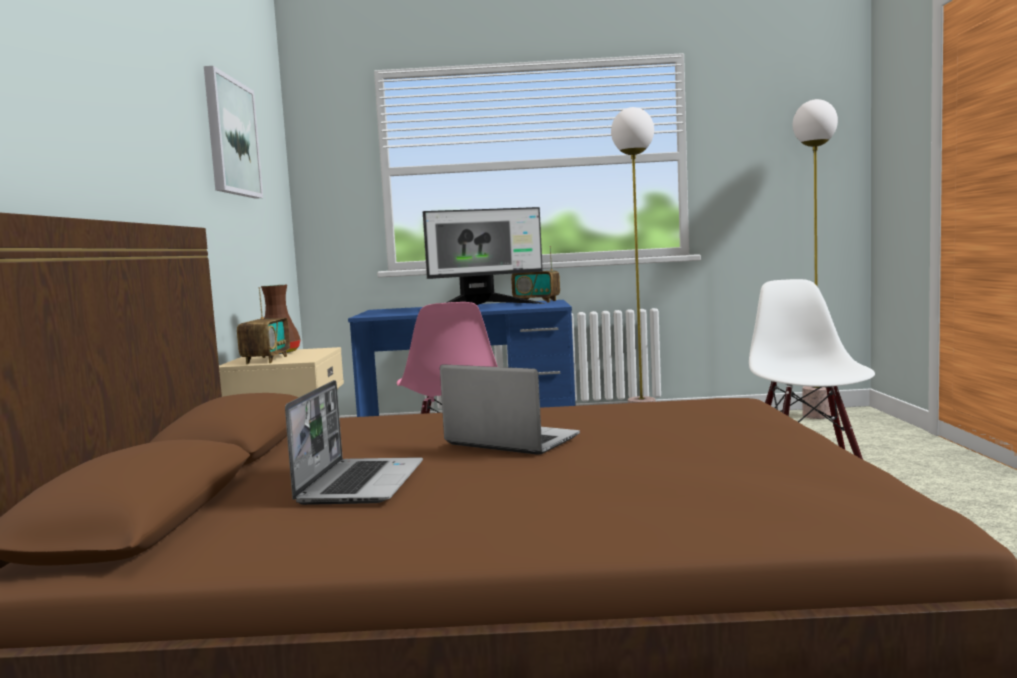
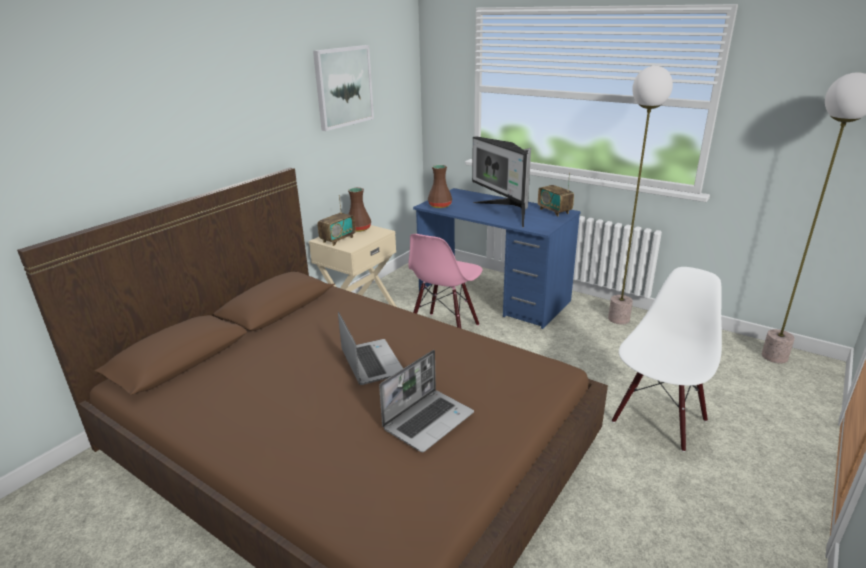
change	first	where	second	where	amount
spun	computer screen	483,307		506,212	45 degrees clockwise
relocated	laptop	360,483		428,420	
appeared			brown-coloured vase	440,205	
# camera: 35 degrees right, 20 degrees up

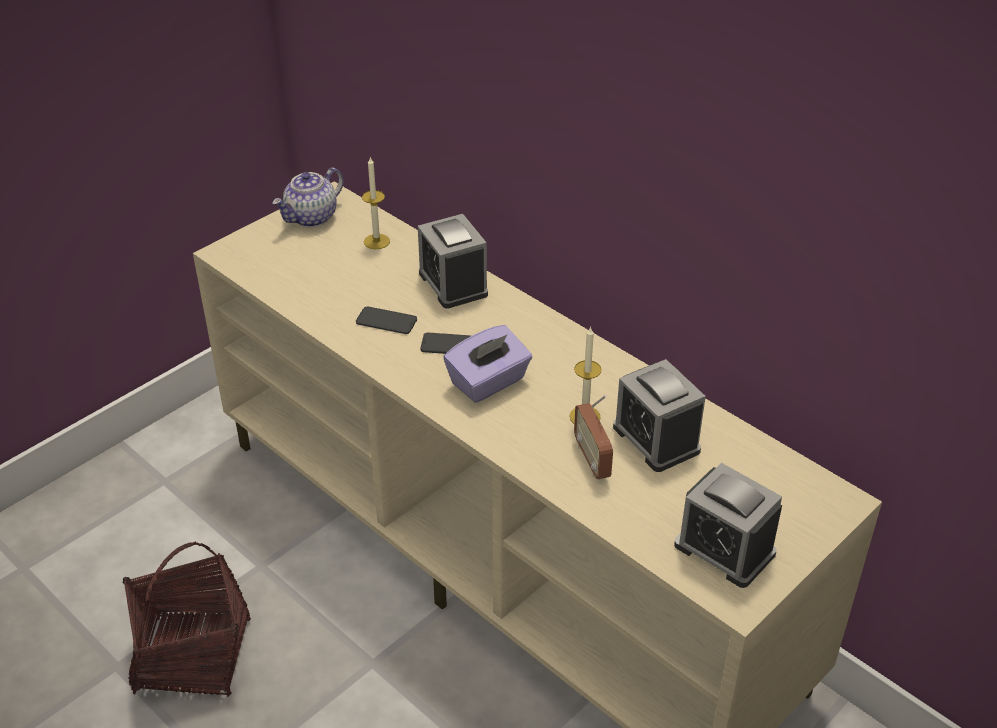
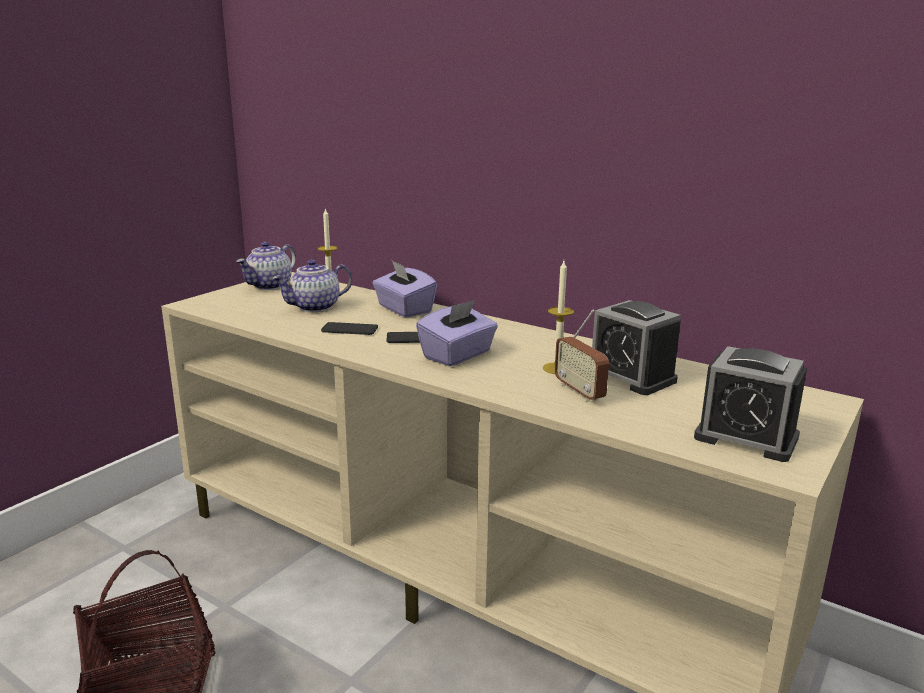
change	first	where	second	where	amount
exchanged	bedside clock	453,284	purple box of tissues	404,309	
appeared			pot for tea	315,307	
# camera: 10 degrees left, 20 degrees down

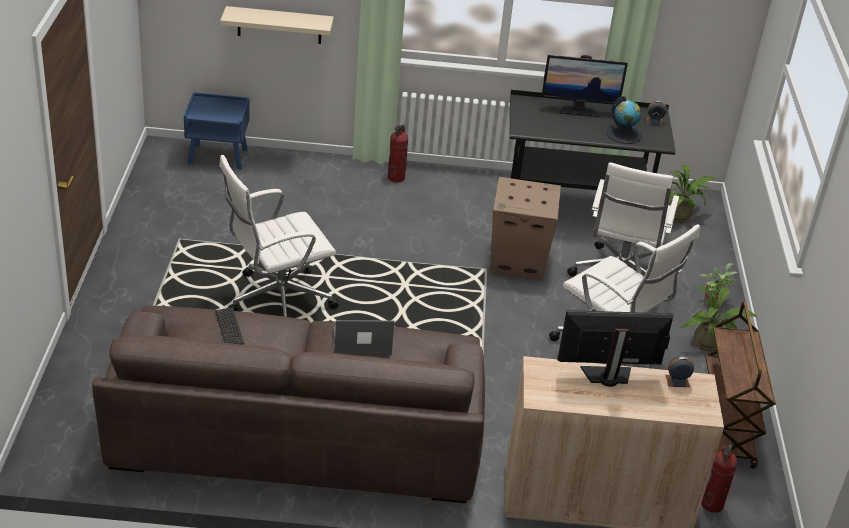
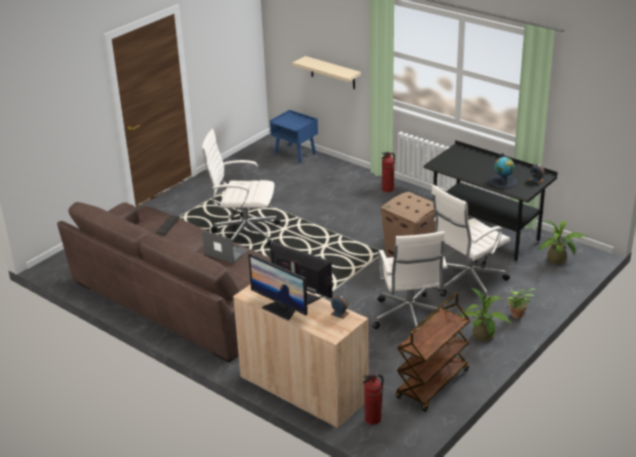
change	first	where	second	where	amount
relocated	computer screen	578,110		281,309	
# camera: 40 degrees right, 5 degrees down

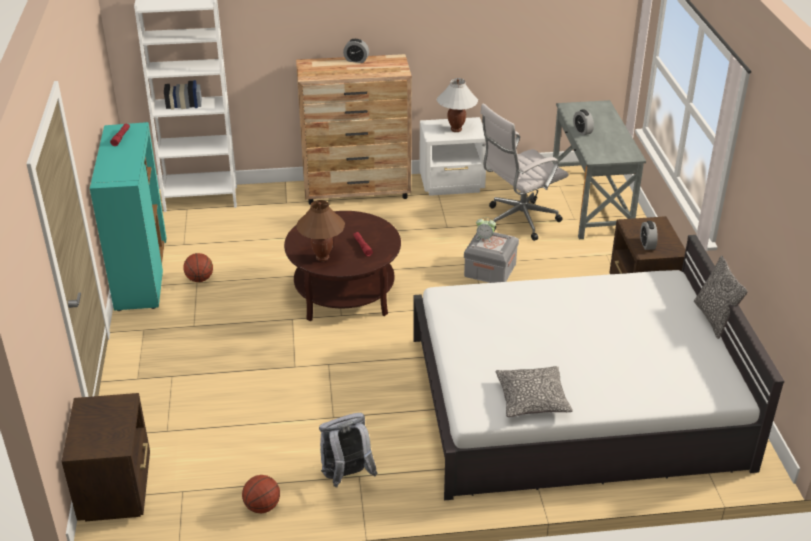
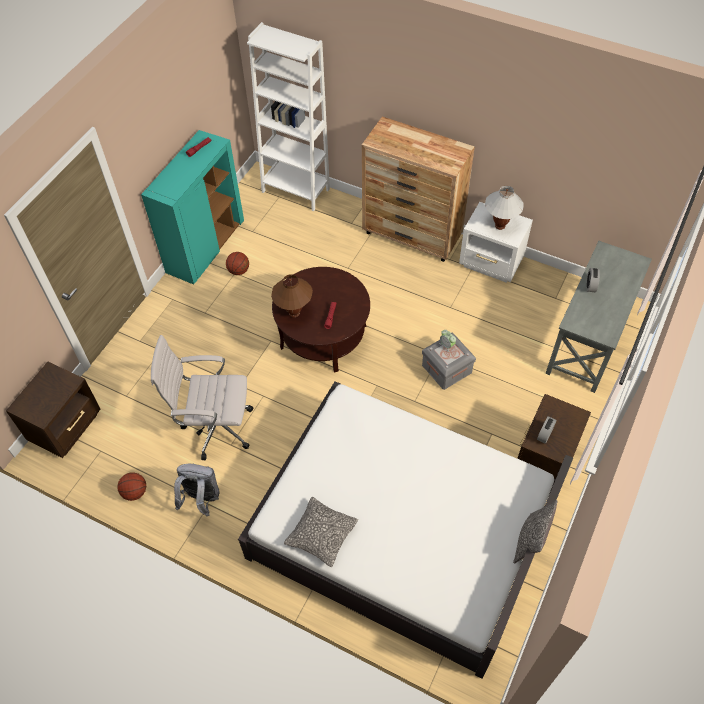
change	first	where	second	where	amount
missing	bedside clock	356,60			
relocated	white-coloured desk chair	518,221		215,427	
# camera: 35 degrees right, 20 degrees up

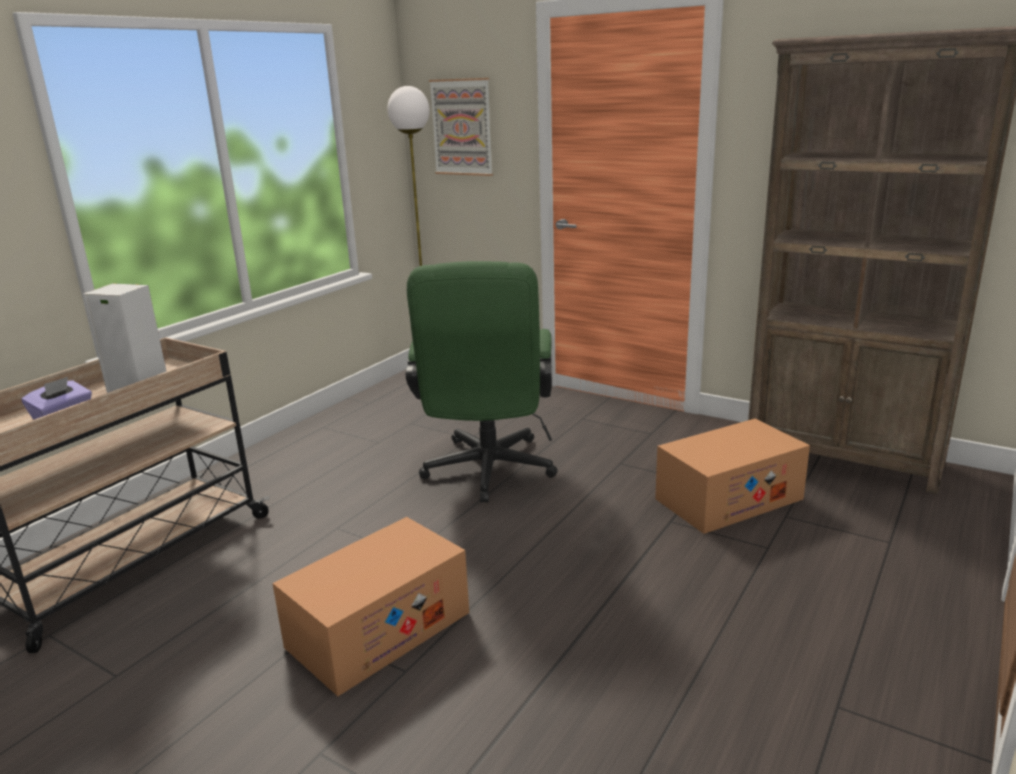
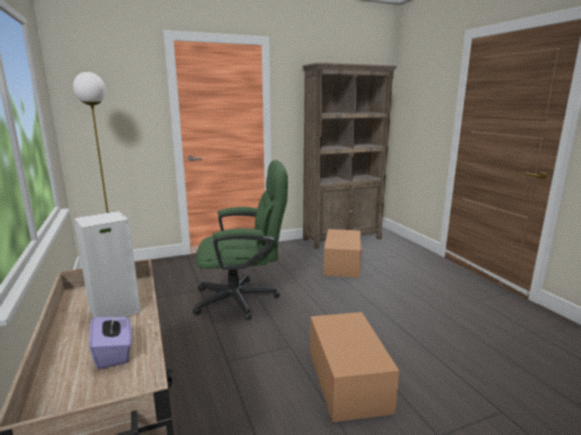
change	first	where	second	where	amount
missing	wall art	462,127			
spun	green-coloured desk chair	487,474		244,299	45 degrees counterclockwise
# camera: 55 degrees left, 5 degrees down

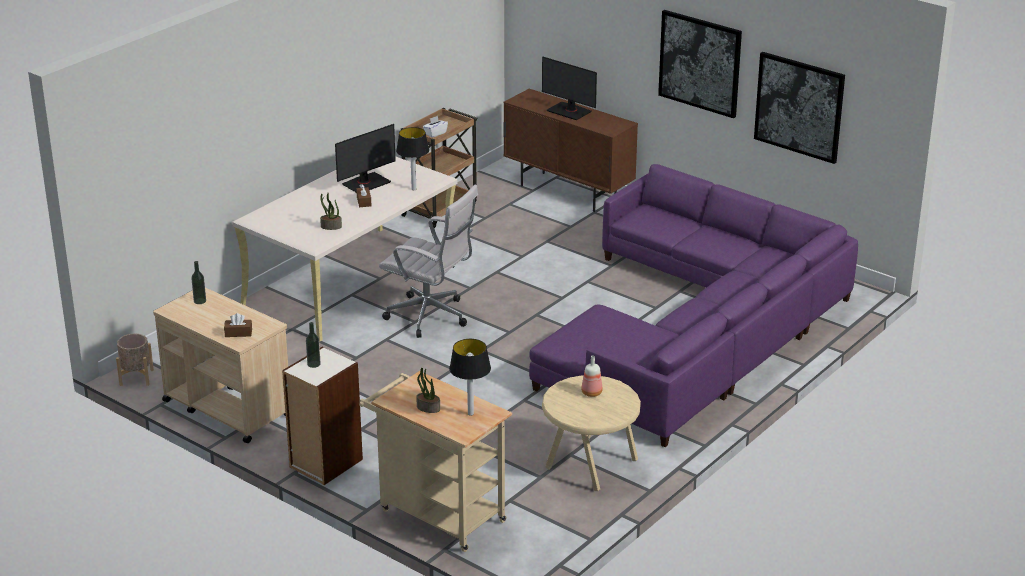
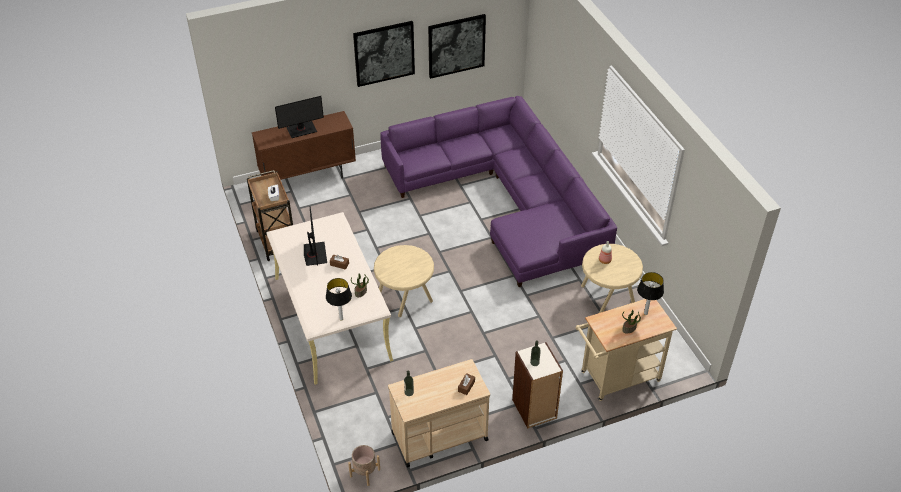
change	first	where	second	where	amount
relocated	table lamp	414,189		341,318	
exchanged	white-coloured desk chair	431,317	sand-coloured end table	405,297	
# camera: 60 degrees left, 15 degrees up

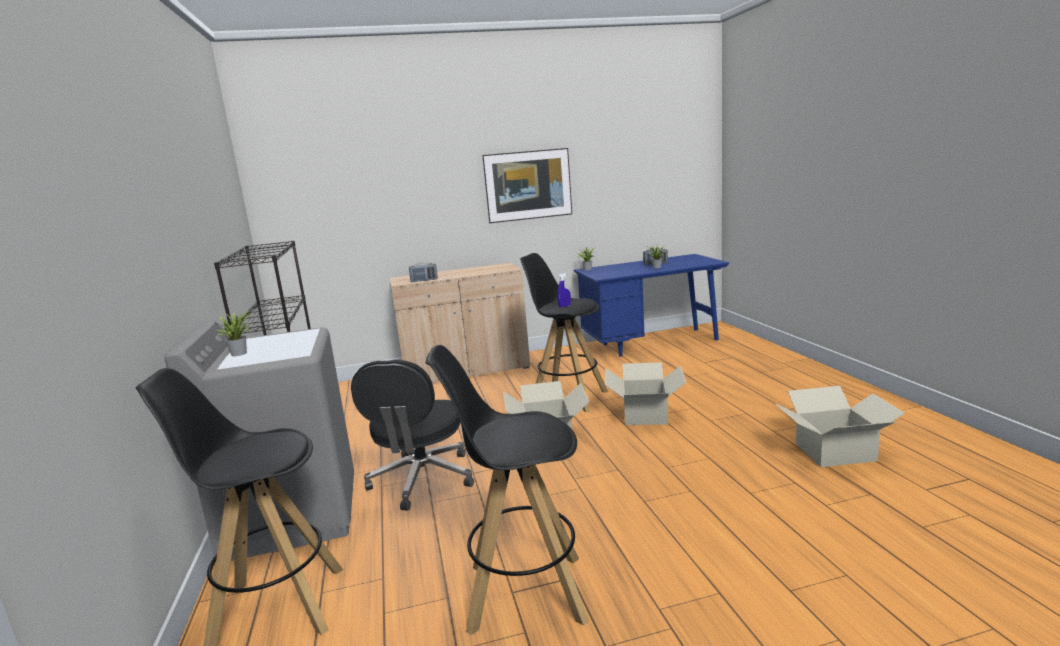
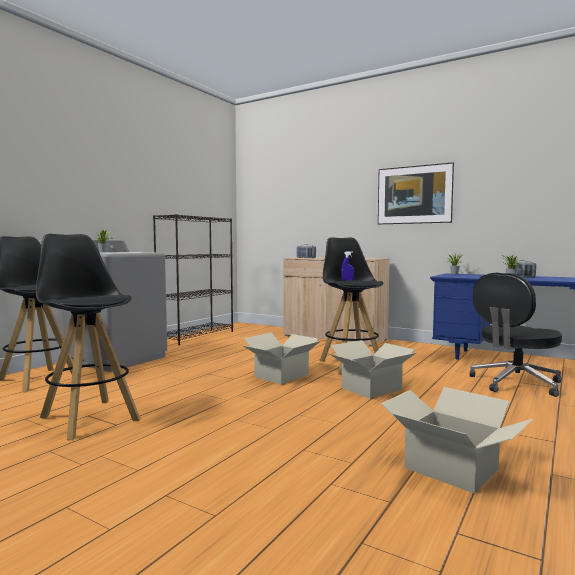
change	first	where	second	where	amount
relocated	black desk chair	422,480		515,383	
# camera: 45 degrees right, 10 degrees down

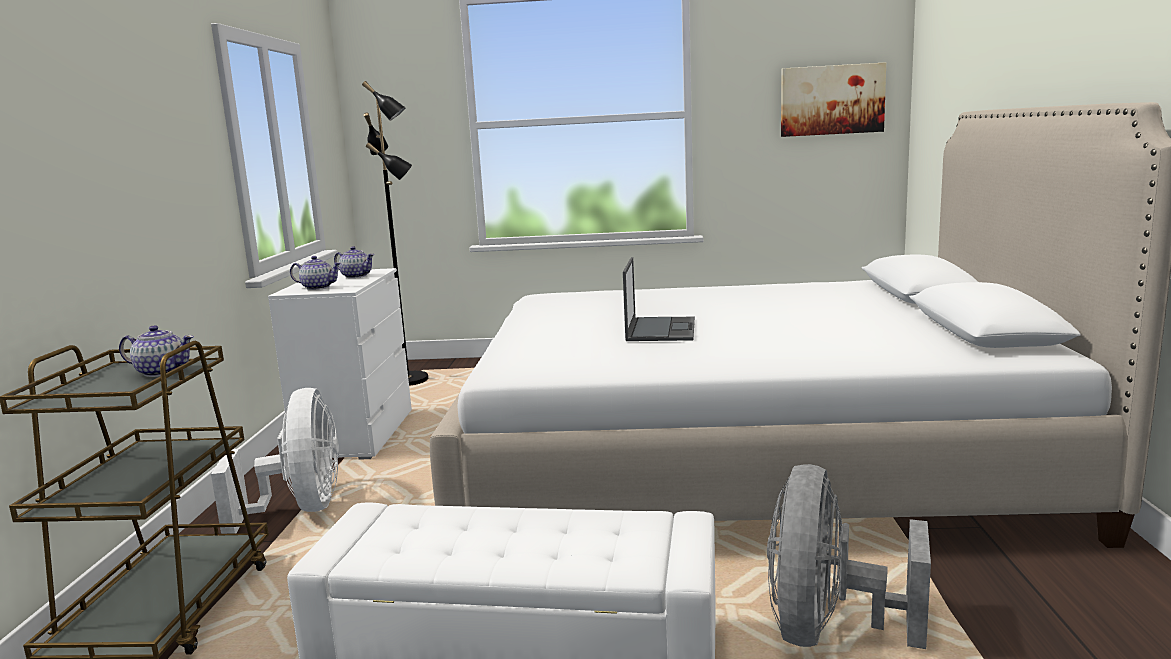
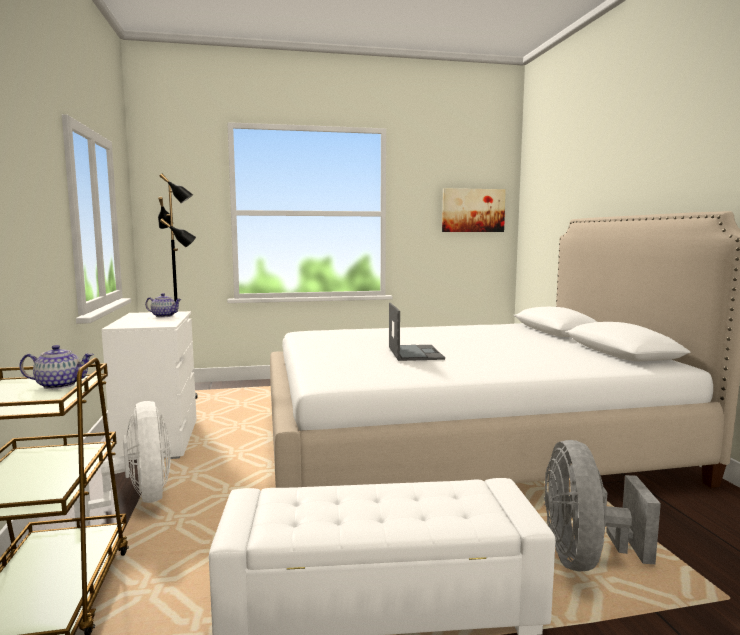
change	first	where	second	where	amount
missing	pot for tea	318,287			
# camera: 15 degrees left, 5 degrees down

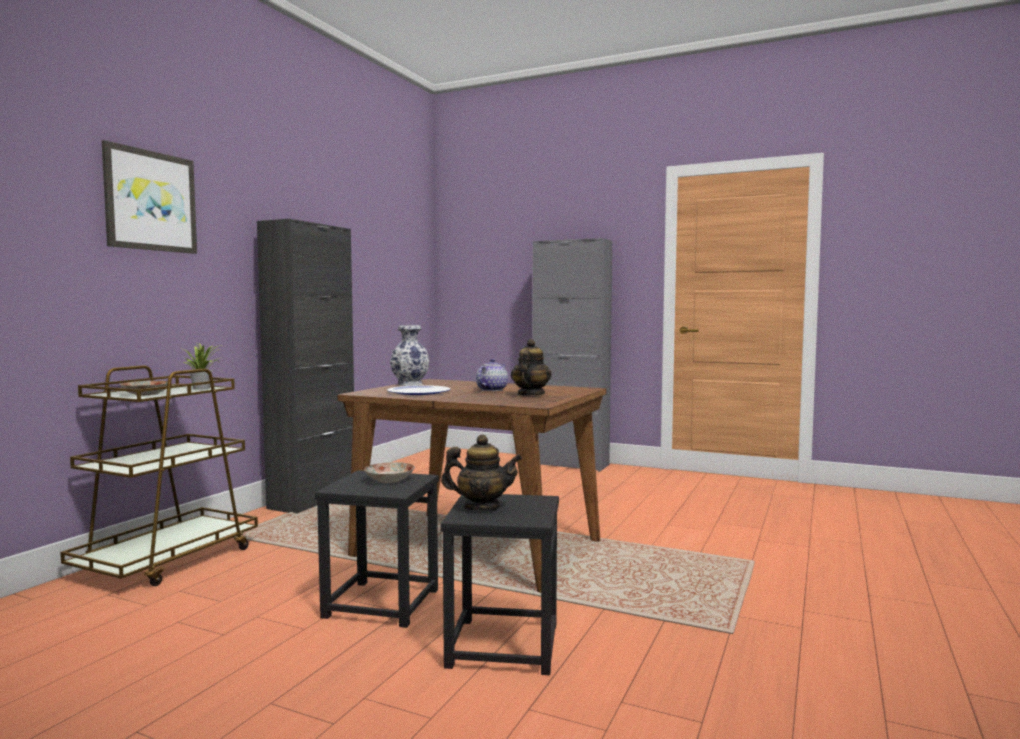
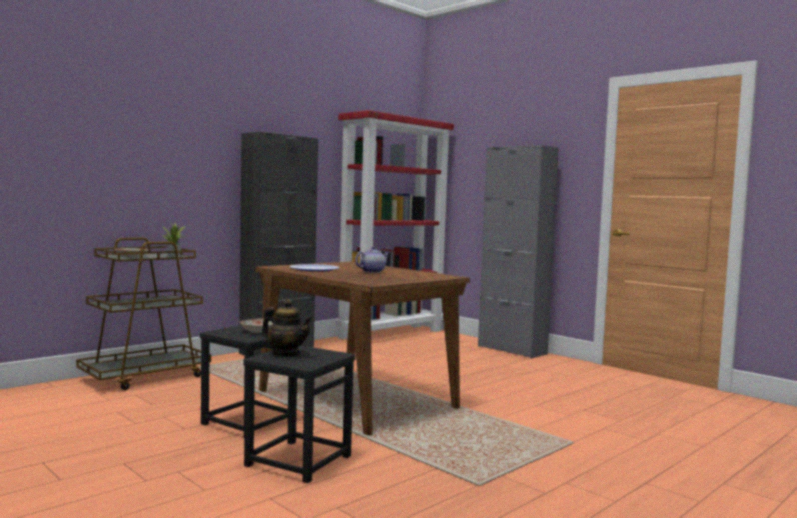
change	first	where	second	where	amount
missing	wall art	150,201			
missing	vase	409,384			
missing	pot for tea	530,395			
appeared			red shelving unit	391,334	
# camera: 20 degrees right, 0 degrees up

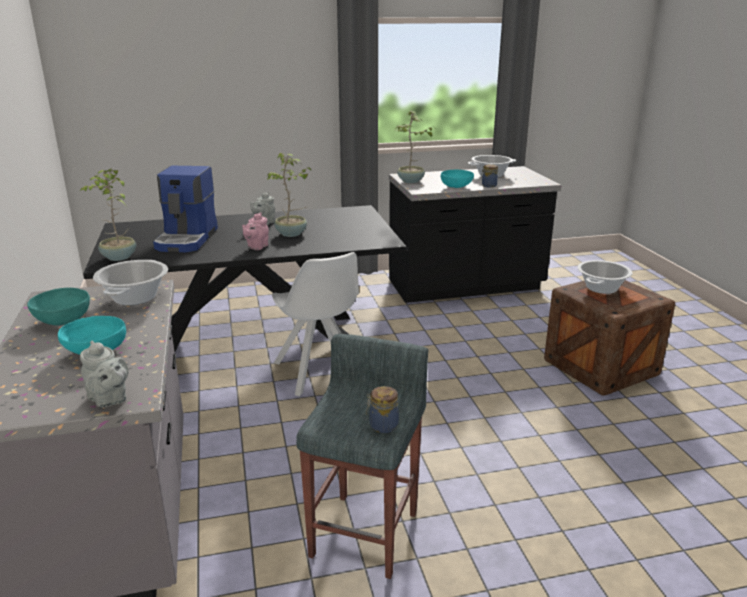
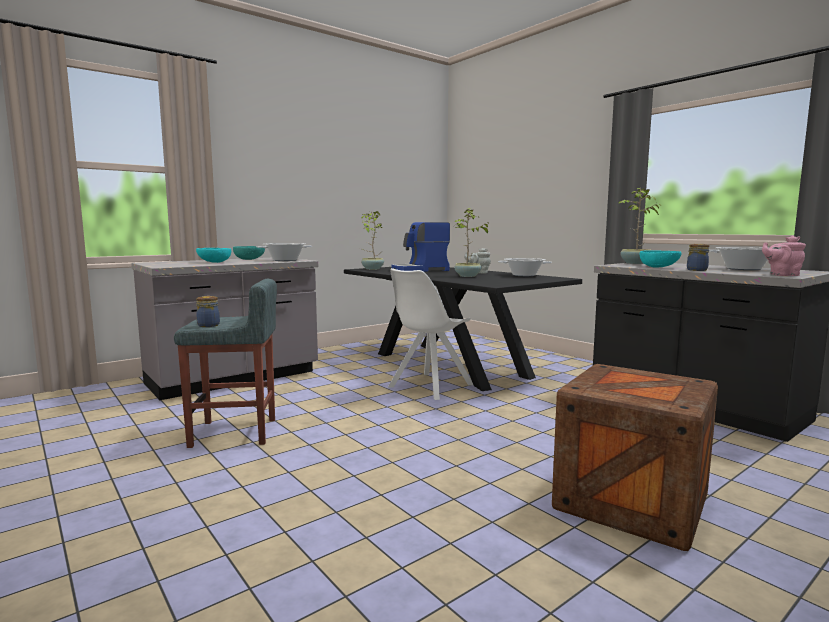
change	first	where	second	where	amount
relocated	pinkish pot for tea	256,247		782,275	
relocated	cooking pot	601,288		524,275	
missing	greyish pot for tea	109,399			
# camera: 65 degrees right, 15 degrees down

